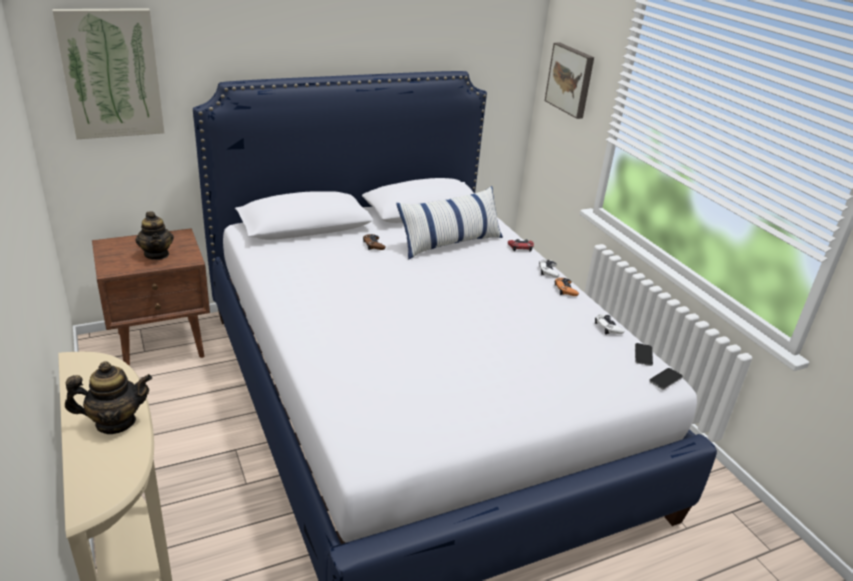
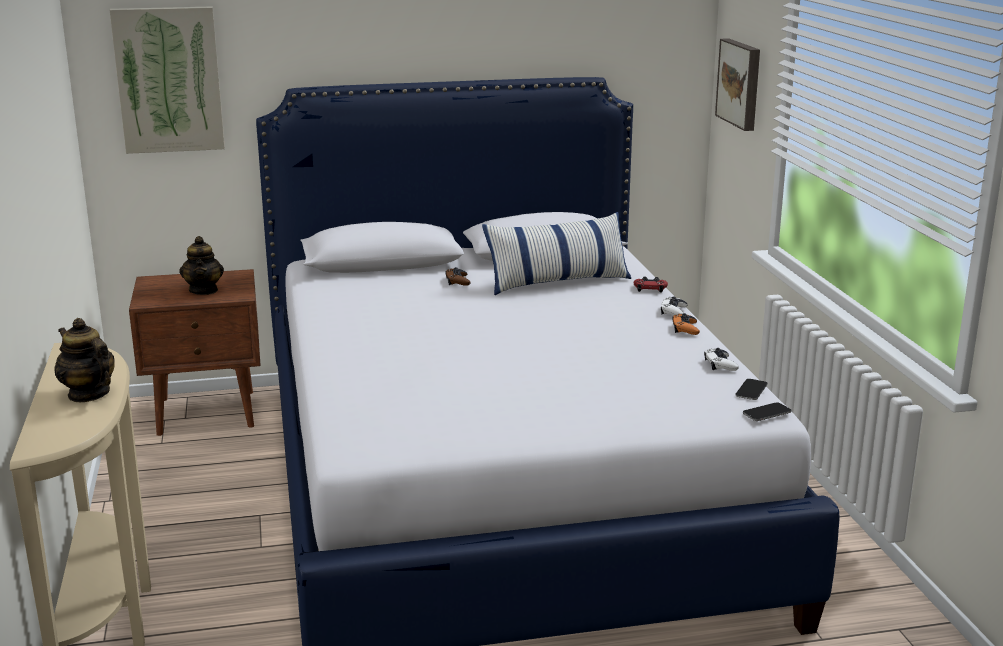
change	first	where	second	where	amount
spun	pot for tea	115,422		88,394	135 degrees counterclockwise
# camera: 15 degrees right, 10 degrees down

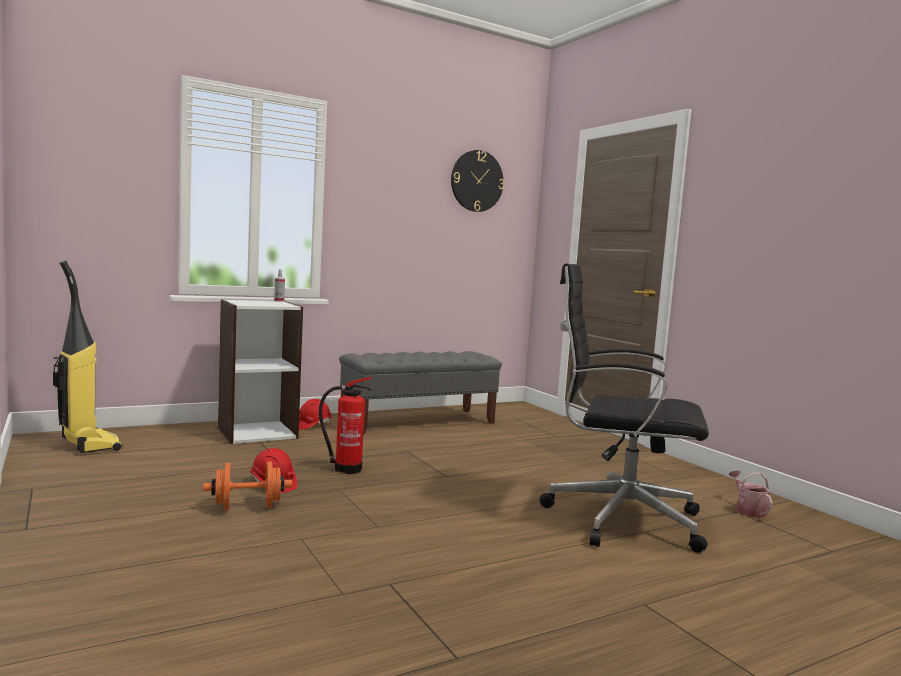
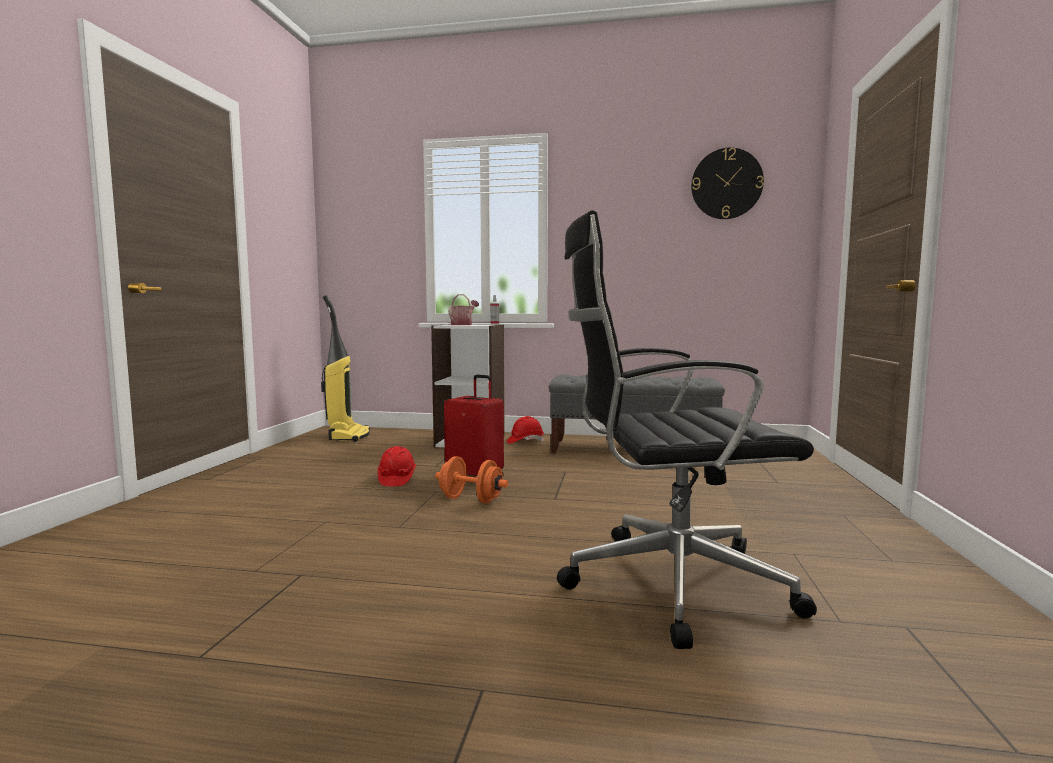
change	first	where	second	where	amount
spun	black desk chair	618,518		668,583	60 degrees counterclockwise
exchanged	fire extinguisher	345,469	red travel case	476,477	
relocated	orange dumbbell	247,507		471,499	
relocated	sprinkling can	748,510		463,325	
# camera: 40 degrees right, 0 degrees up

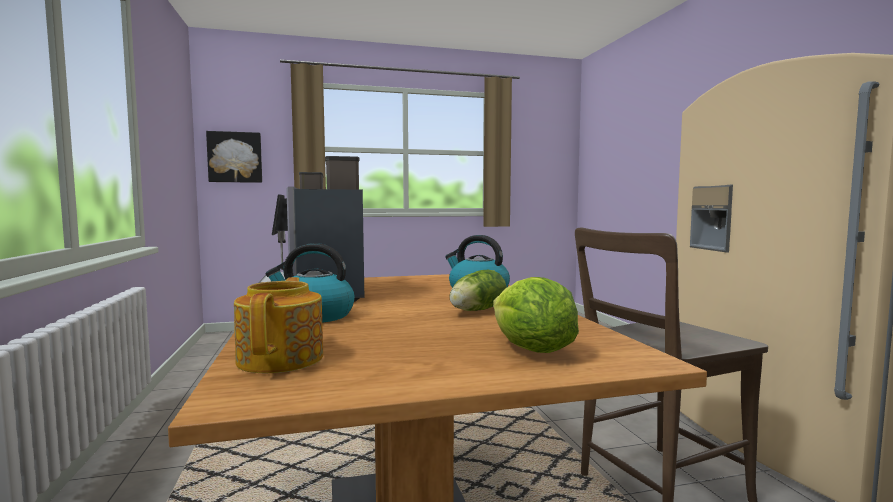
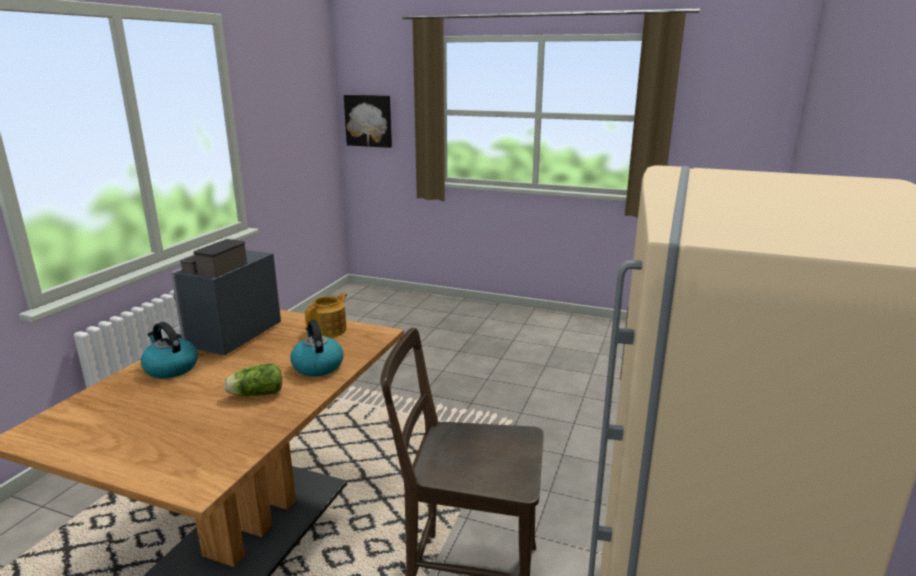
change	first	where	second	where	amount
relocated	pot for tea	282,358		329,330	
missing	lettuce	531,350			
# camera: 35 degrees right, 15 degrees up

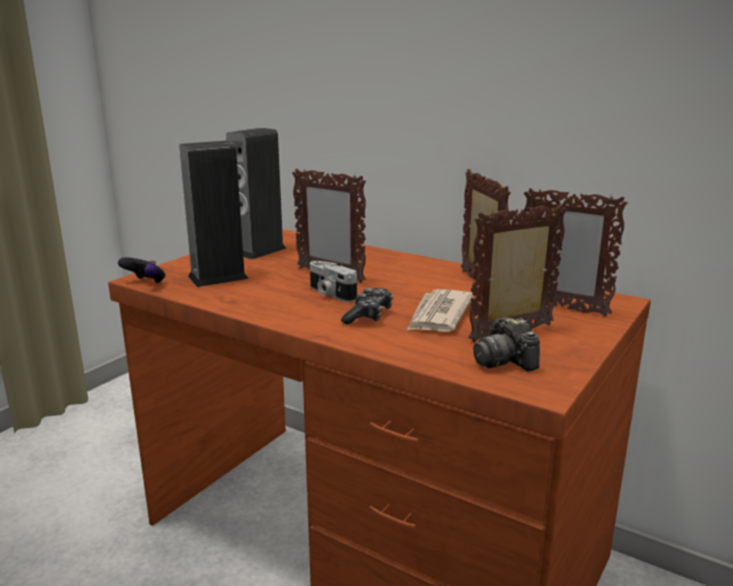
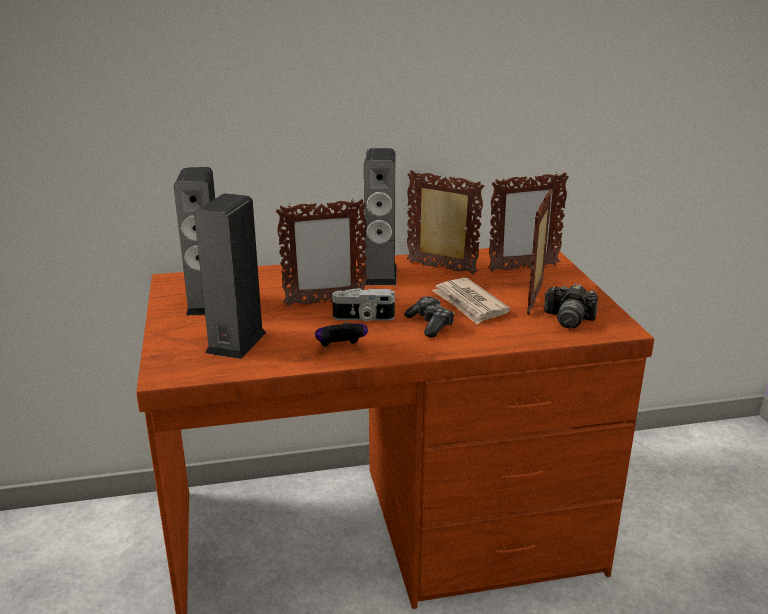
change	first	where	second	where	amount
relocated	joypad	146,283		340,348	
appeared			speaker	380,275	
# camera: 45 degrees left, 5 degrees up

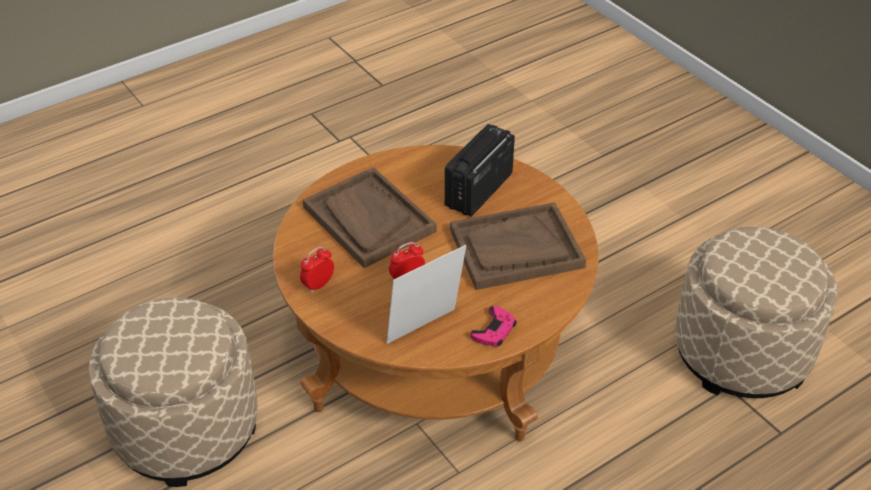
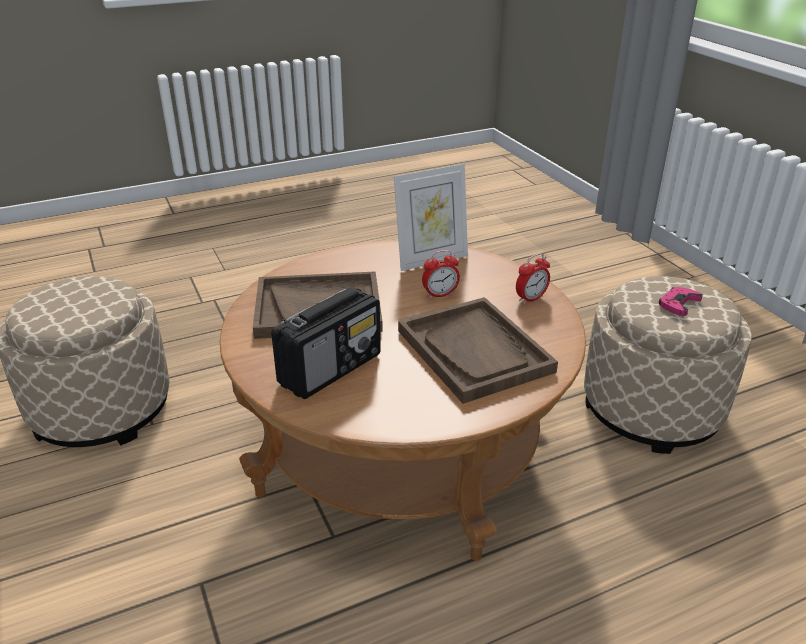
change	first	where	second	where	amount
relocated	pinkish joypad	494,330		678,304	
# camera: 170 degrees left, 10 degrees down

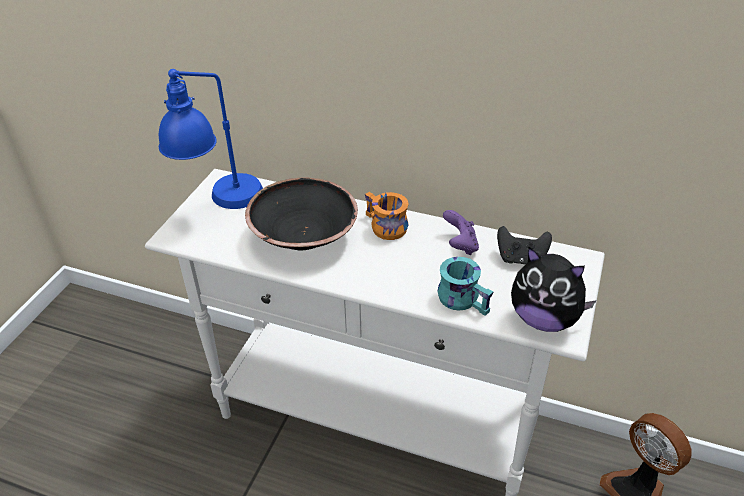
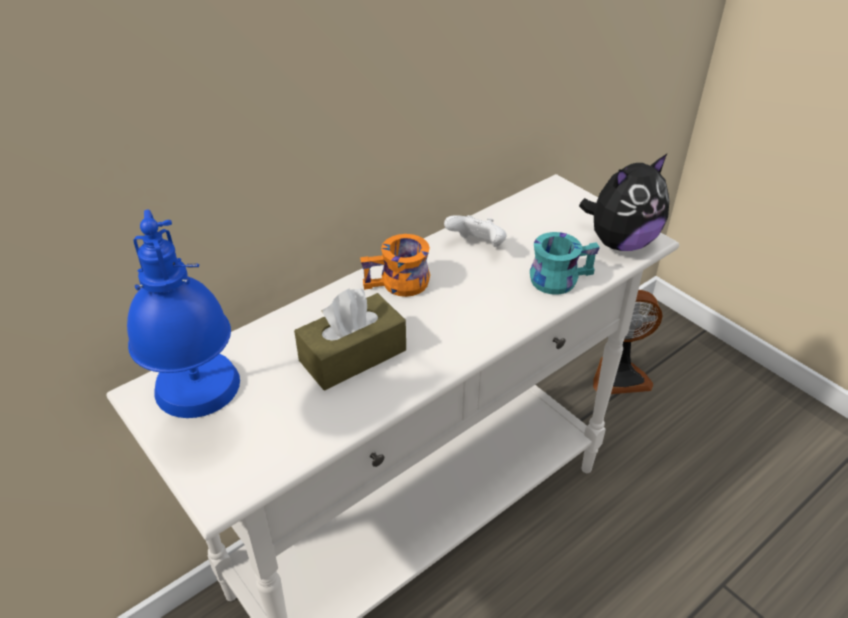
change	first	where	second	where	amount
exchanged	black bowl	303,236	brown-coloured box of tissues	353,355	
colour	purple joypad	460,245	white-coloured joypad	477,246	
missing	black joypad	520,259			
# camera: 60 degrees left, 0 degrees up

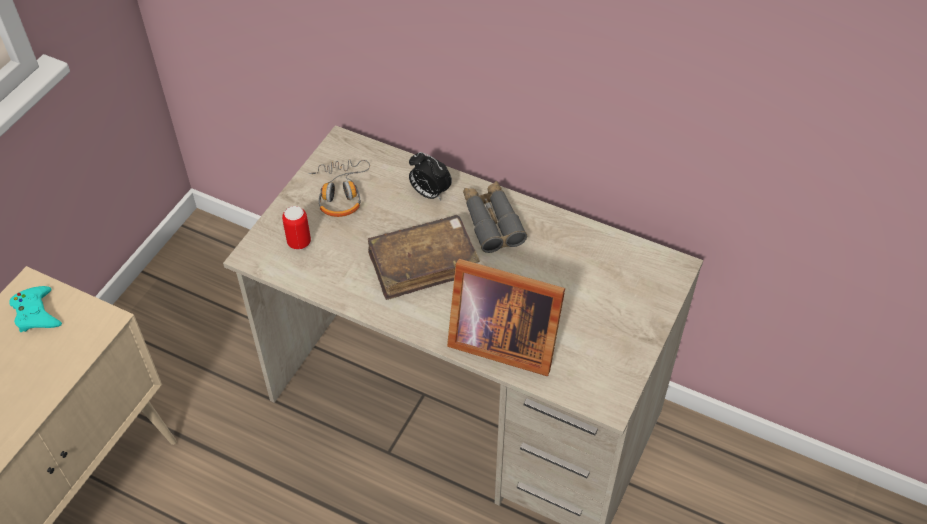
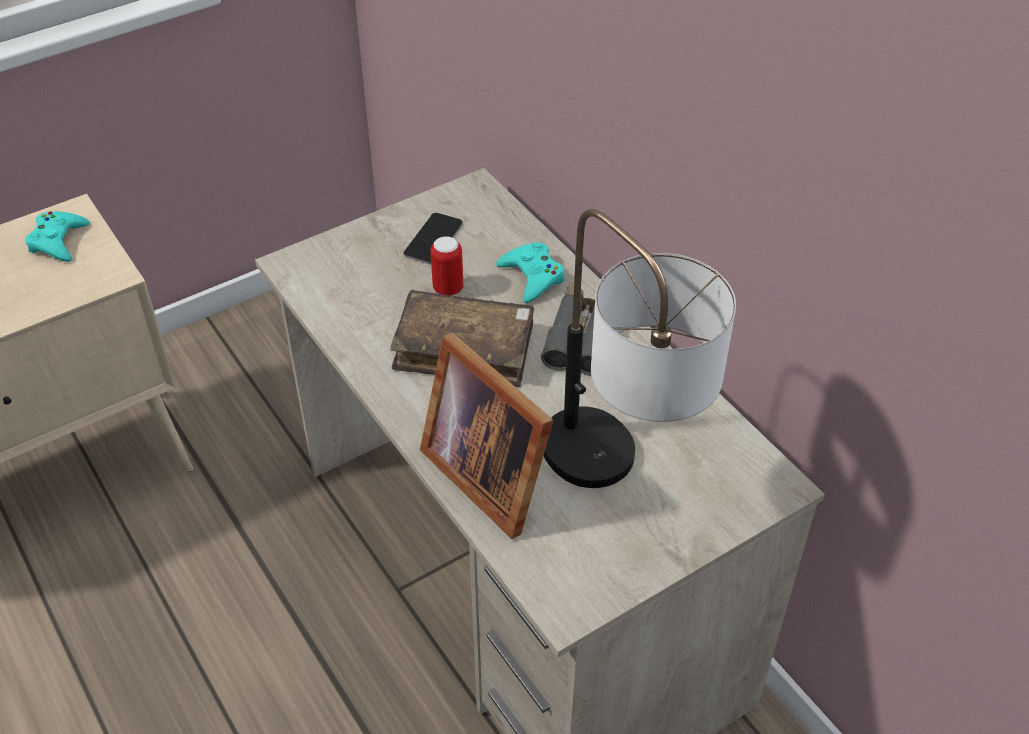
change	first	where	second	where	amount
exchanged	bedside clock	429,193	turquoise-coloured joypad	532,277	
exchanged	pair of headphones	341,193	phone	433,239	
relocated	can	299,242		448,289	
appeared			table lamp	617,482	
# camera: 30 degrees right, 5 degrees down

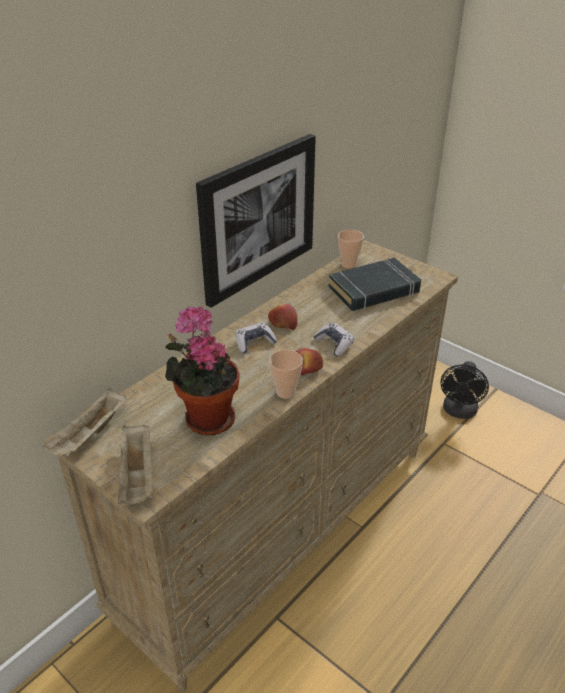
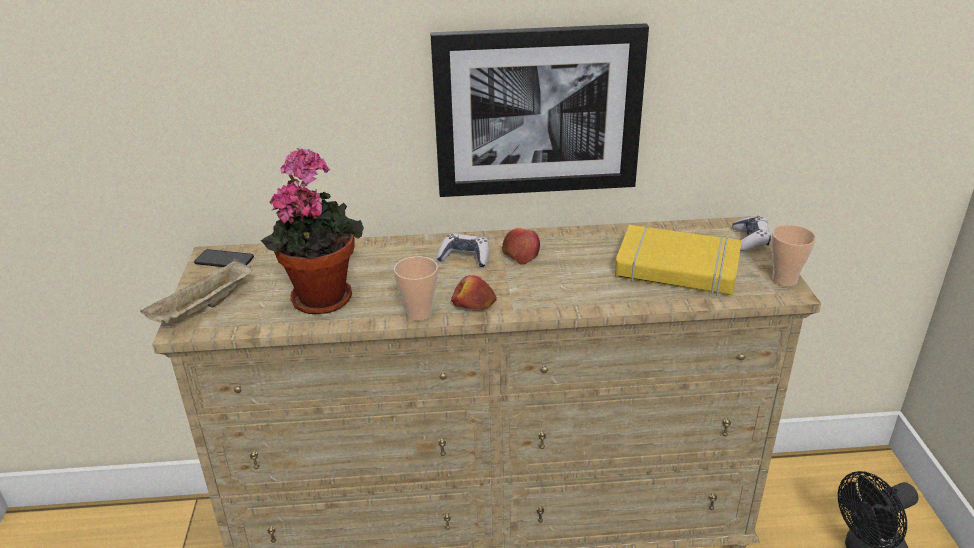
change	first	where	second	where	amount
relocated	drinking cup	348,264		784,280	
colour	black volume	374,290	yellow-coloured volume	677,269	
relocated	joypad	334,344		750,240	
exchanged	sand-coloured tray	90,435	phone	224,260	
# camera: 45 degrees right, 5 degrees down

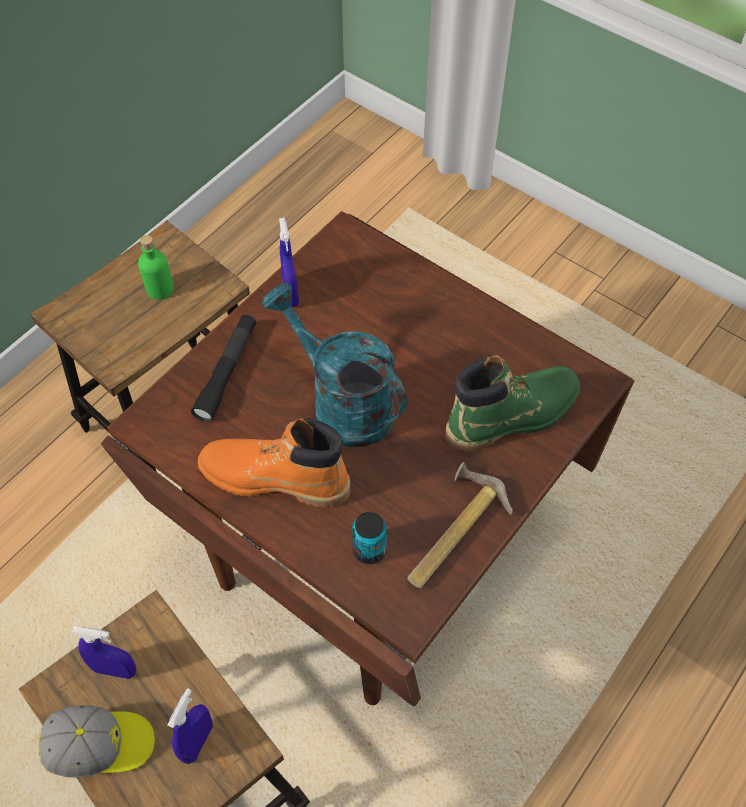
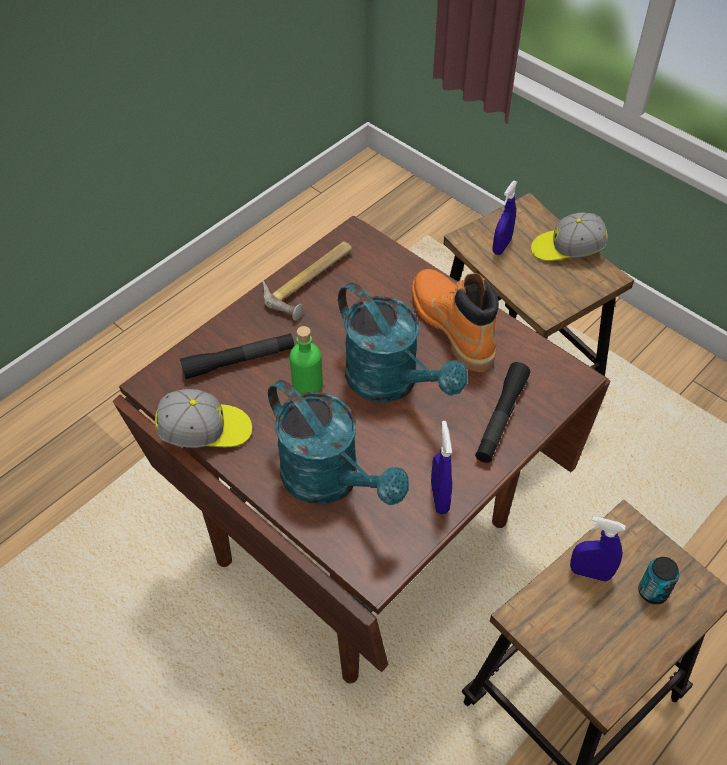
change	first	where	second	where	amount
relocated	green-coloured beverage bottle	160,289		307,384	
exchanged	green-coloured boot	512,416	black hand torch	239,361	
spun	orange boot	275,479		452,326	135 degrees counterclockwise
relocated	can	369,549		652,591	
relocated	bluish sprayer	115,670		590,573	
appeared			turquoise-coloured sprinkling can	331,481	
appeared			peaked cap	205,431	
# camera: 175 degrees left, 5 degrees down

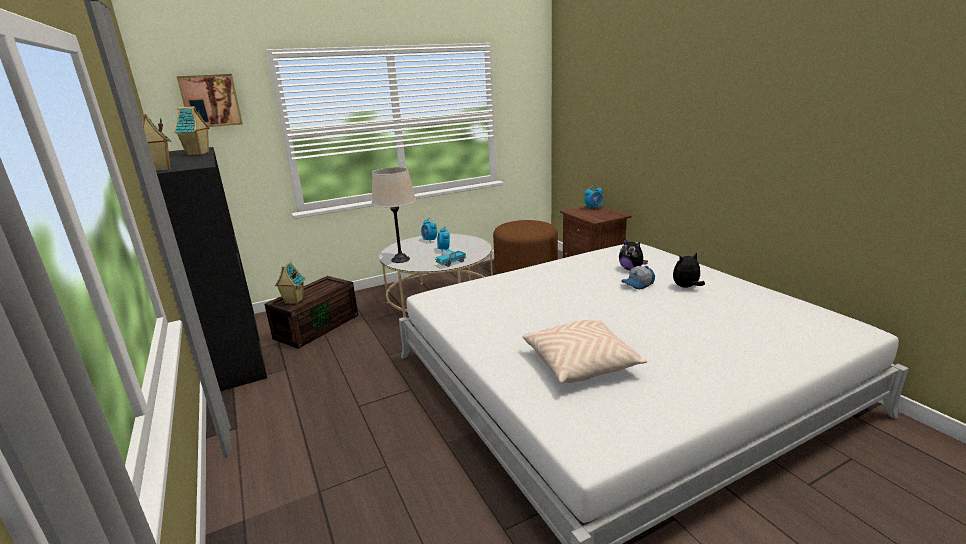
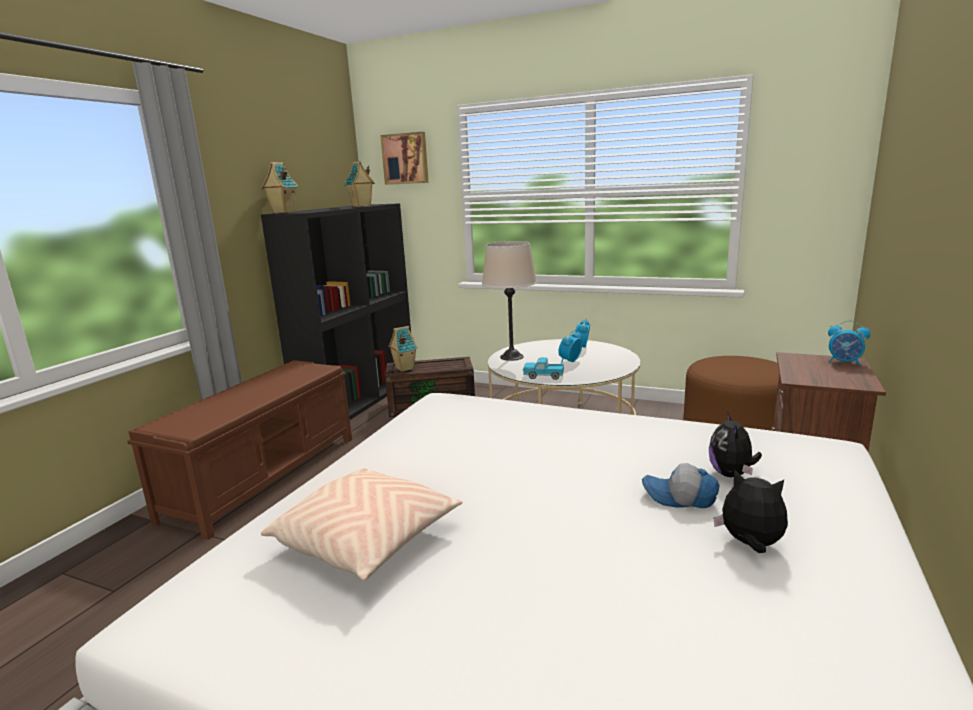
change	first	where	second	where	amount
appeared			brown-coloured bench	265,476	
# camera: 50 degrees right, 5 degrees down

